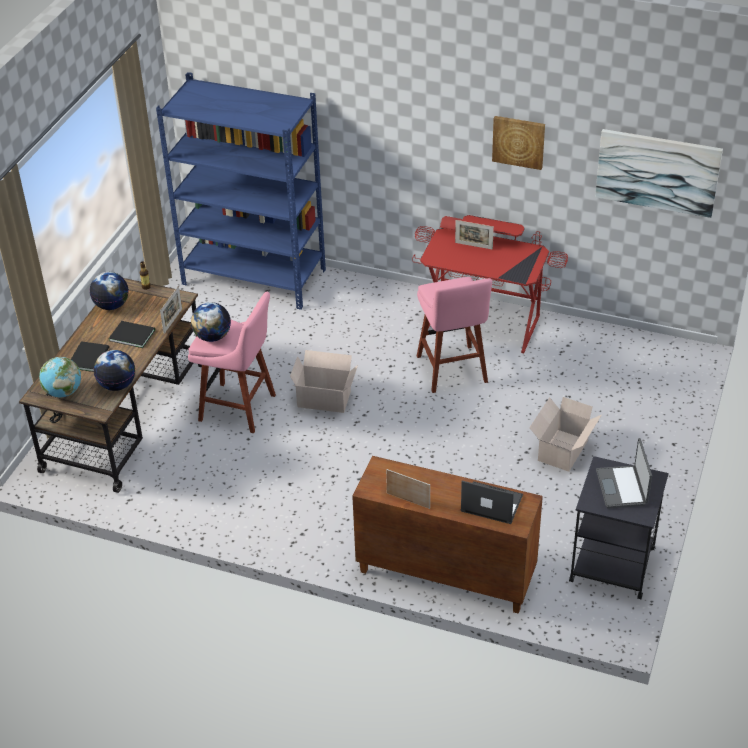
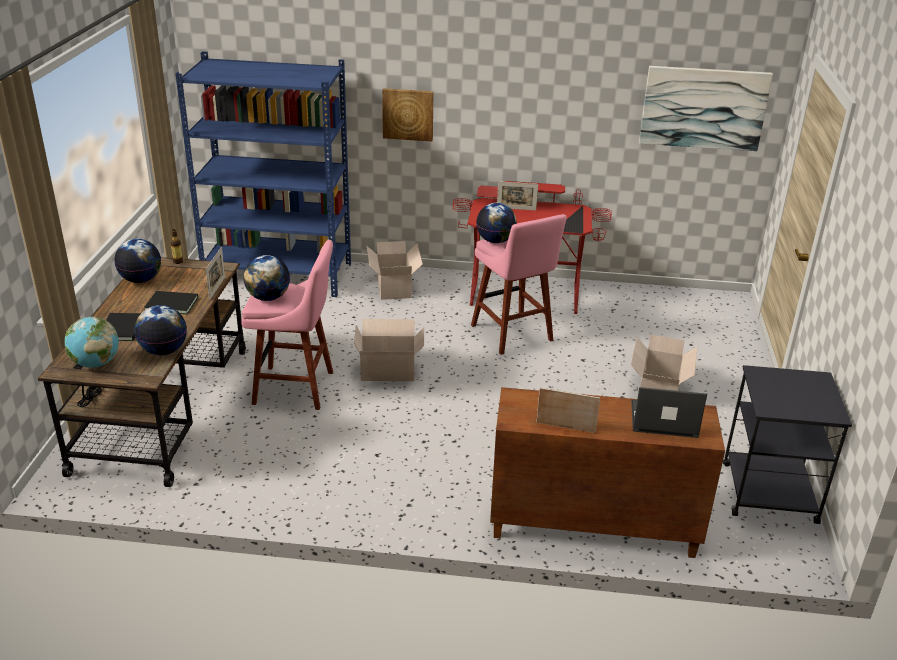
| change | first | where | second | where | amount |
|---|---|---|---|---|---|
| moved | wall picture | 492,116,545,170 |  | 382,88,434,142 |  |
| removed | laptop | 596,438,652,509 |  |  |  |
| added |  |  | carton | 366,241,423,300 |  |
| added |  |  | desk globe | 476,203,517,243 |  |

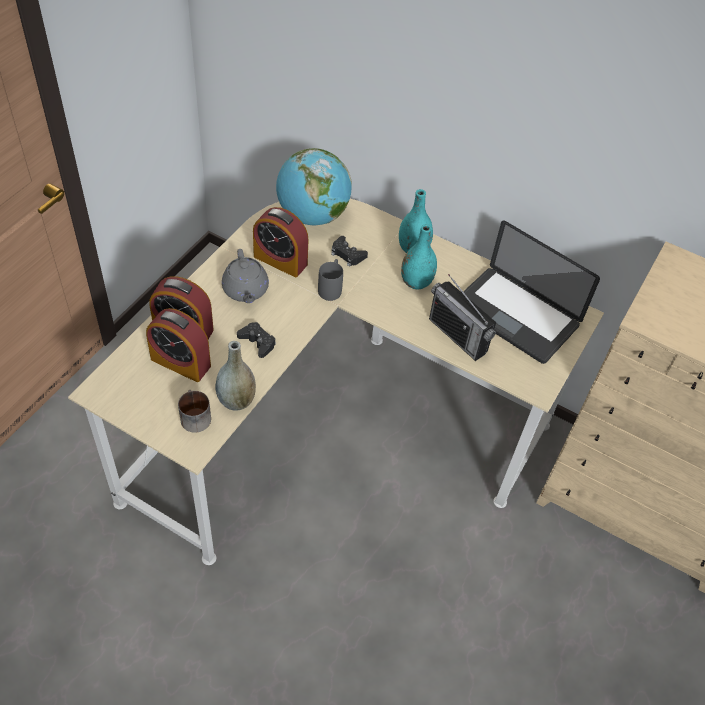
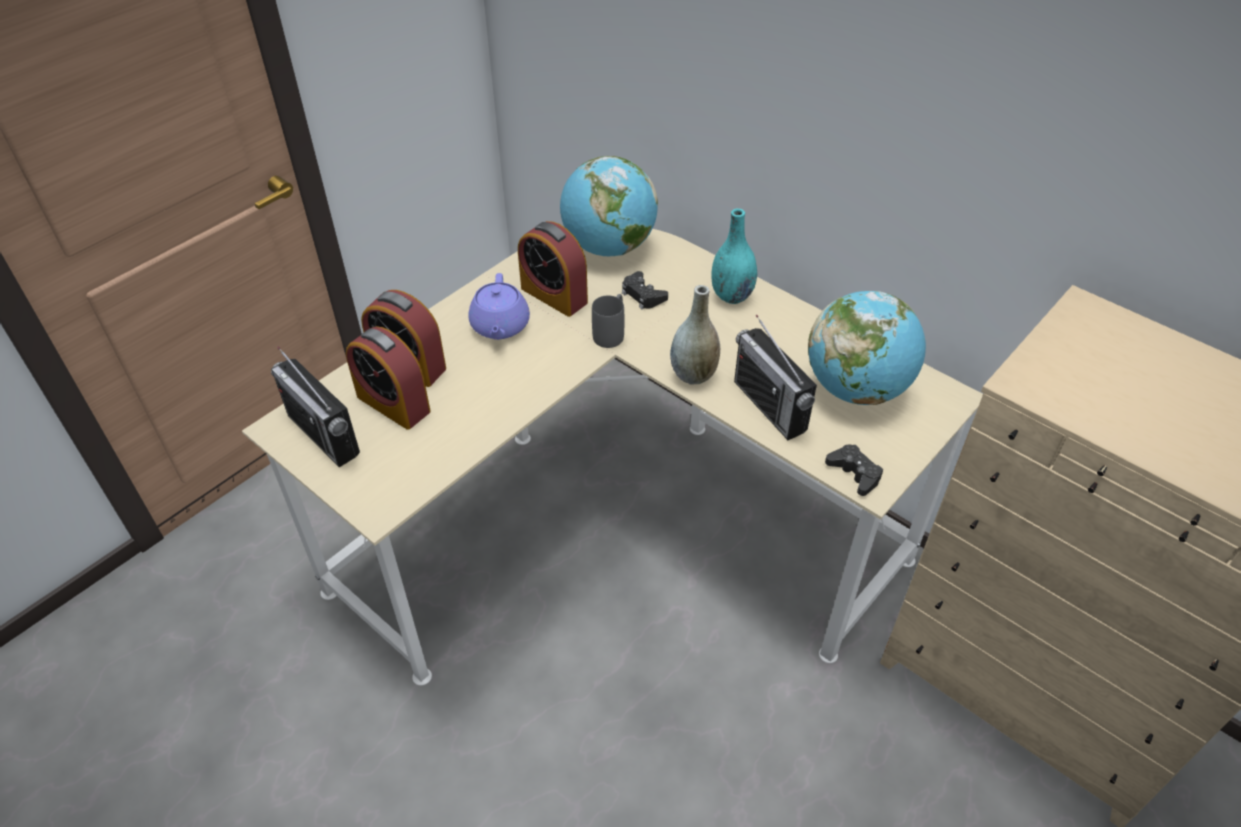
| change | first | where | second | where | amount |
|---|---|---|---|---|---|
| removed | tea mug | 178,390,211,433 |  |  |  |
| moved | vase/gray | 216,341,256,411 |  | 670,285,720,385 |  |
| recoloured | teapot/gray | 222,249,269,303 | teapot/purple | 469,273,530,340 |  |
| moved | game controller/black | 237,322,276,358 |  | 825,445,883,496 |  |
| removed | vase/blue-green | 401,224,437,289 |  |  |  |
| replaced | laptop | 463,221,600,364 | desk globe | 808,291,926,405 |  |
| added |  |  | radio set | 271,346,360,467 |  |

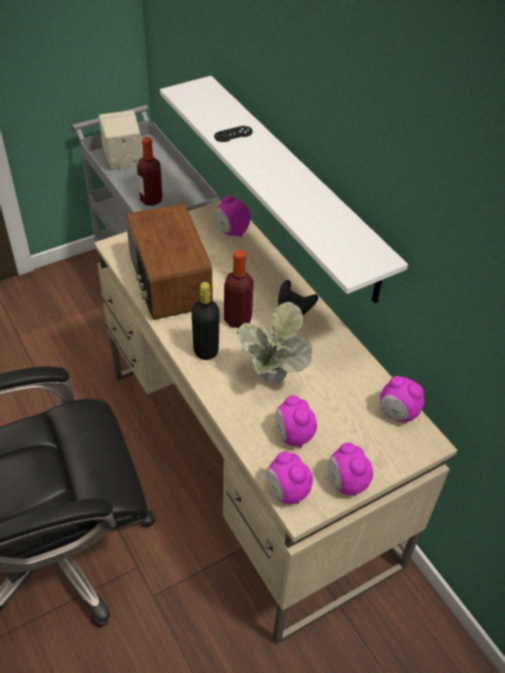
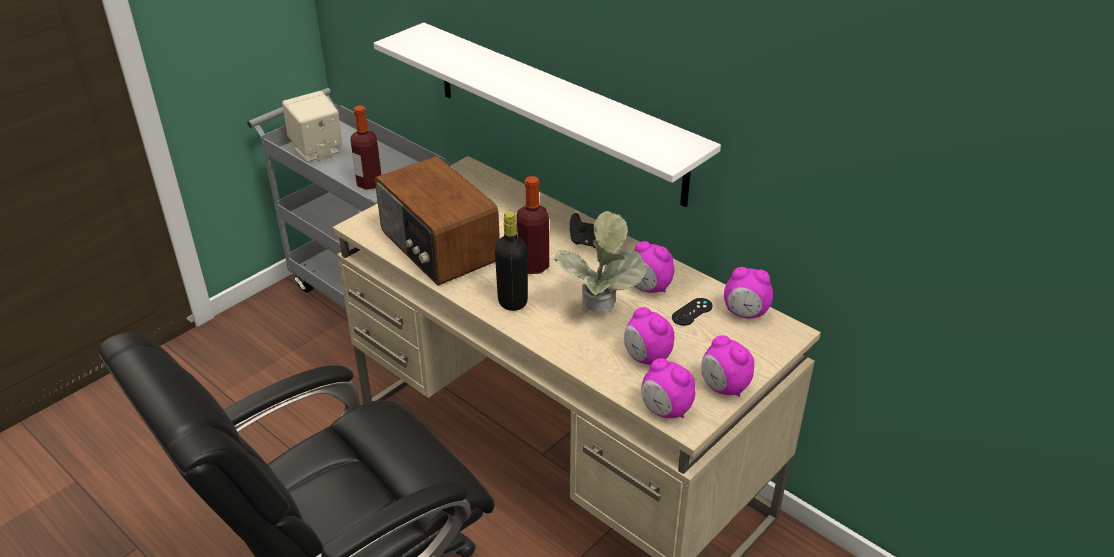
| change | first | where | second | where | amount |
|---|---|---|---|---|---|
| moved | game controller/black | 214,126,253,142 |  | 672,298,712,326 |  |
| moved | bedside clock | 216,196,250,238 |  | 635,241,675,293 |  |

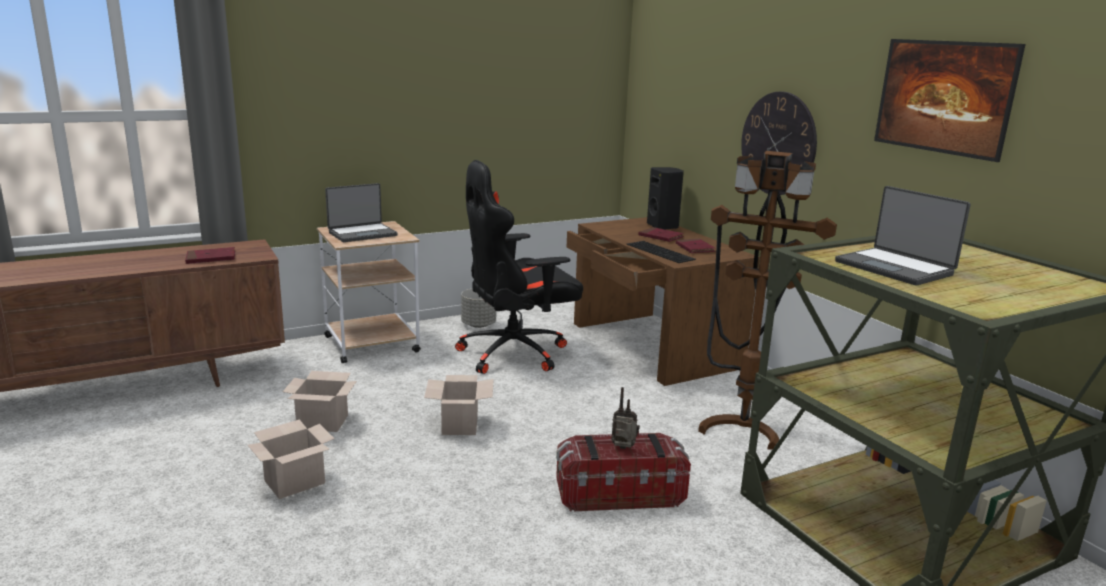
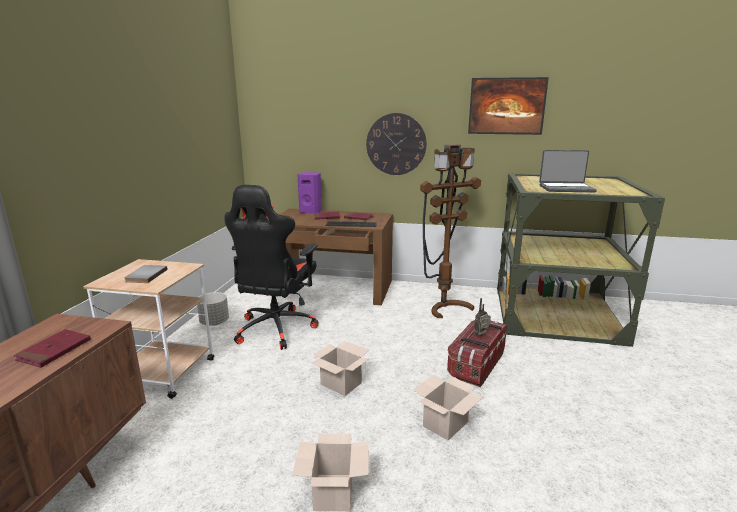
| change | first | where | second | where | amount |
|---|---|---|---|---|---|
| moved | carton | 283,371,357,432 |  | 413,374,483,441 |  |
| replaced | laptop | 325,183,398,242 | bound book/gray | 124,265,167,283 |  |
| recoloured | audio speaker/black | 647,167,684,230 | audio speaker/purple | 297,172,322,214 |  |

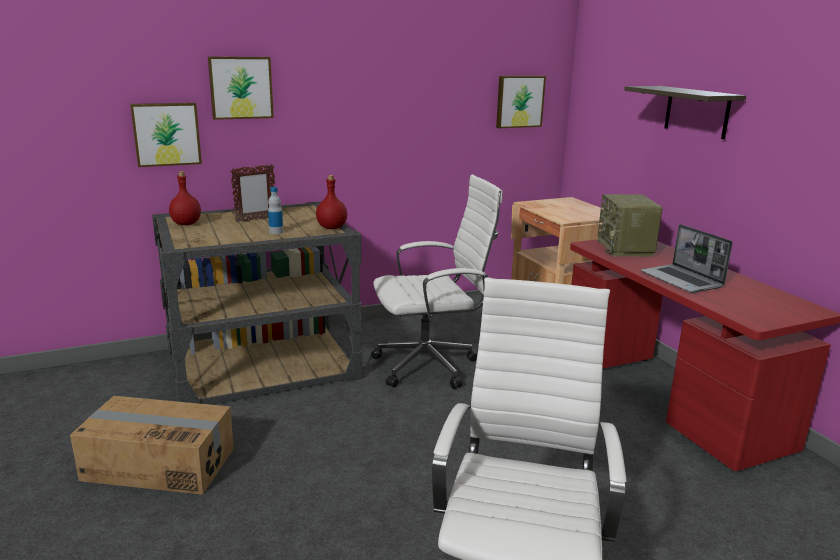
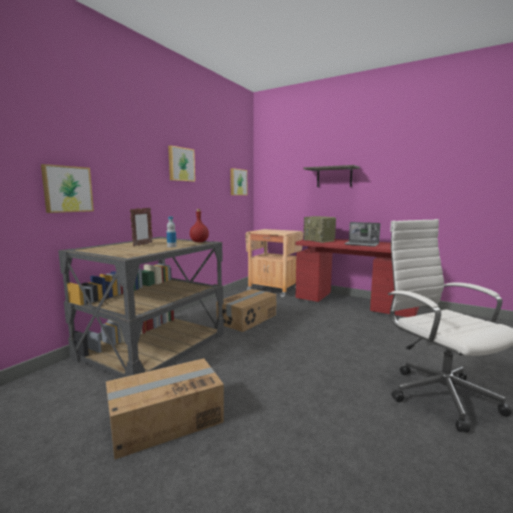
| change | first | where | second | where | amount |
|---|---|---|---|---|---|
| removed | drink bottle/red | 169,171,201,225 |  |  |  |
| moved | wall picture | 208,56,274,120 |  | 168,146,195,182 |  |
| replaced | office chair/whitish | 371,175,503,389 | carton | 216,289,277,332 |  |

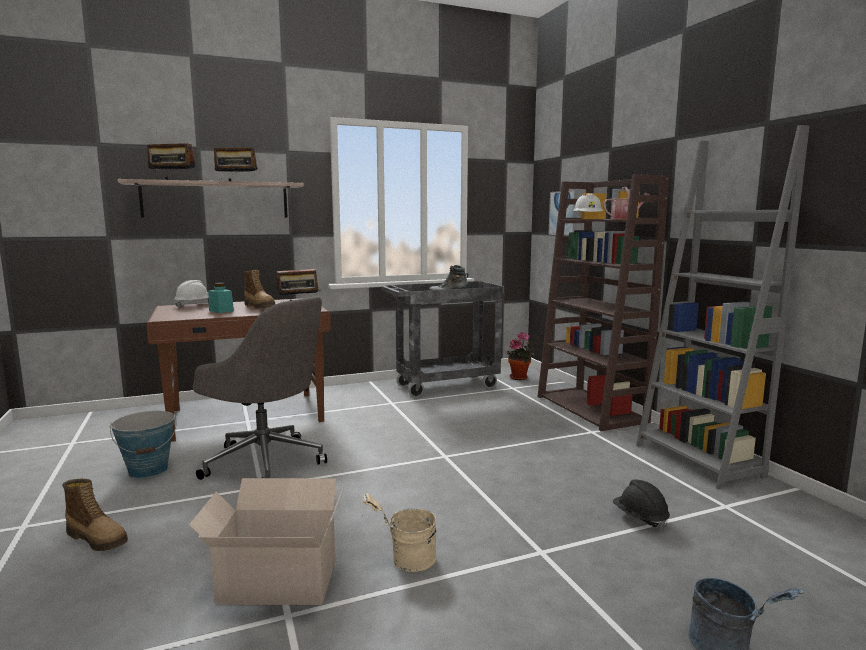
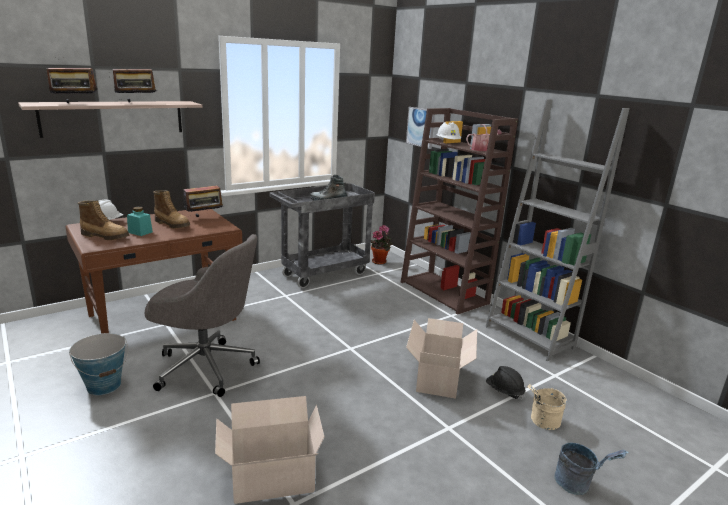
| change | first | where | second | where | amount |
|---|---|---|---|---|---|
| moved | high-top boot | 62,479,128,551 |  | 78,200,129,240 |  |
| moved | pail/beige | 362,493,436,572 |  | 527,384,567,430 |  |
| added |  |  | carton | 406,318,477,399 |  |

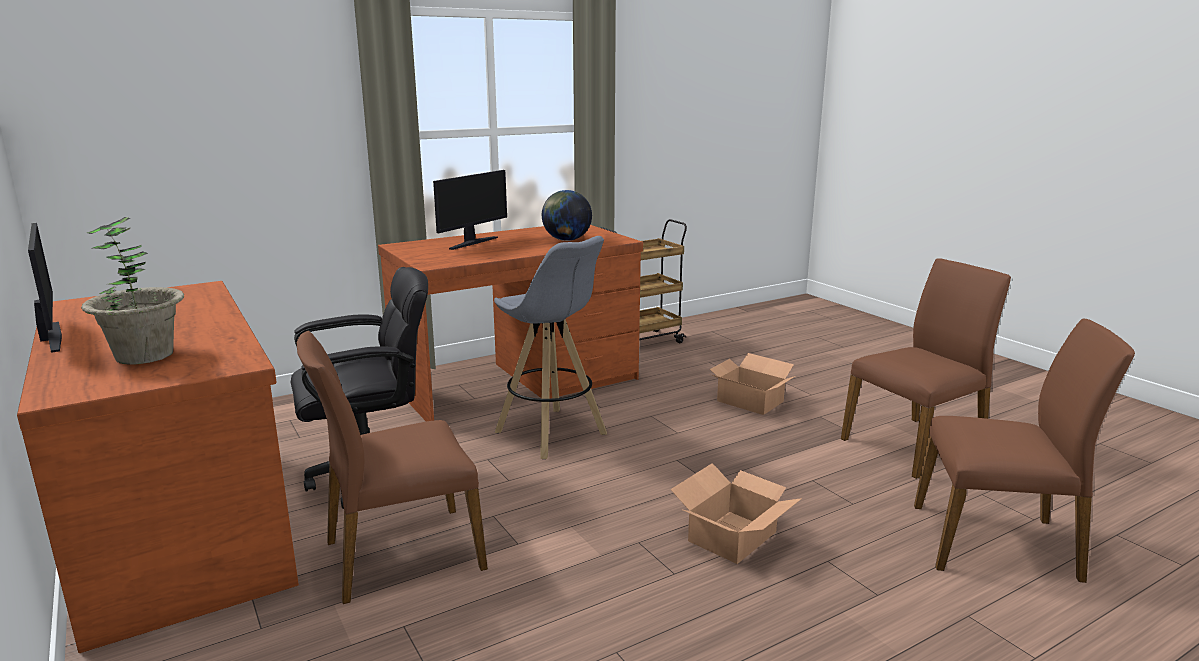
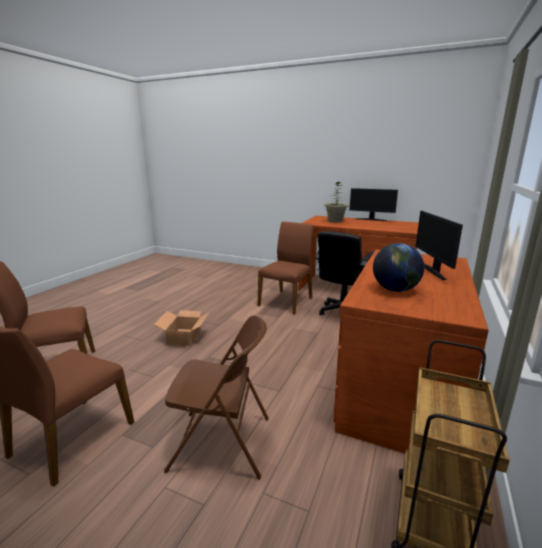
| change | first | where | second | where | amount |
|---|---|---|---|---|---|
| removed | stool seat/gray | 494,236,607,459 |  |  |  |
| replaced | carton | 710,353,795,415 | upright chair/brownish | 164,316,269,480 |  |

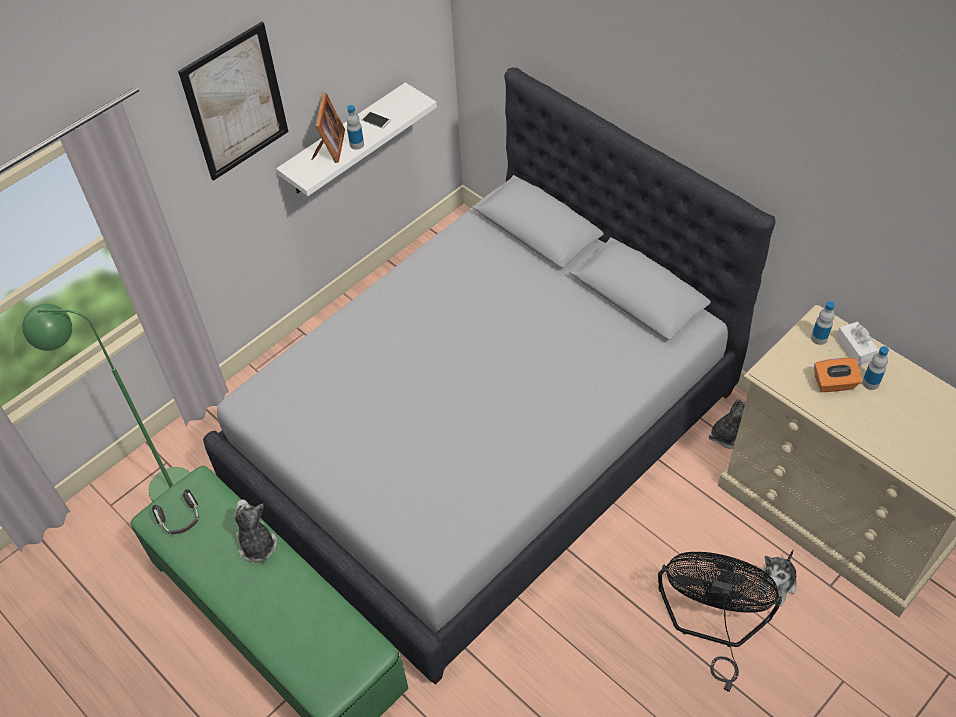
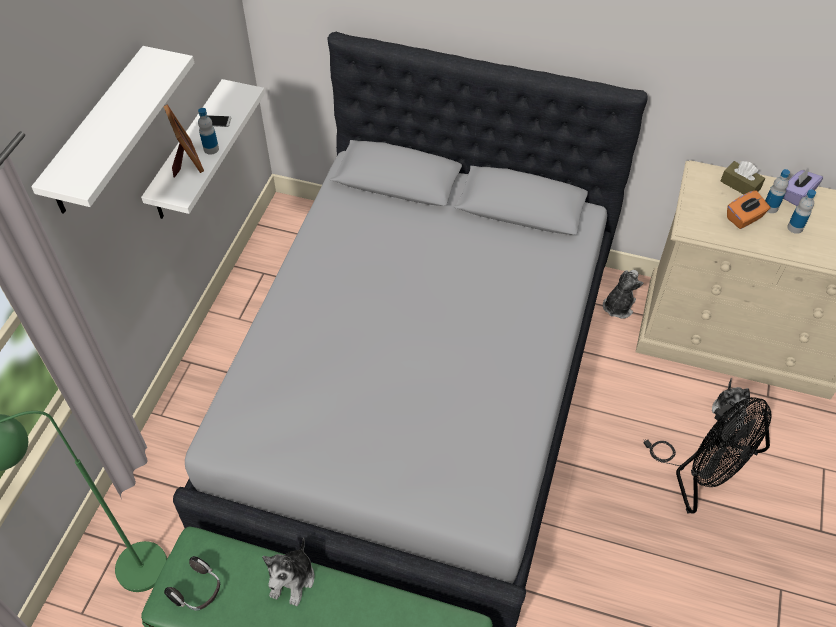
| change | first | where | second | where | amount |
|---|---|---|---|---|---|
| replaced | wall picture | 178,22,289,181 | shelf/whitish | 31,46,194,214 |  |
| turned | plush toy | 235,499,277,562 |  | 262,537,314,606 | 105 degrees counterclockwise |
| turned | fan/black | 658,552,782,693 |  | 643,397,772,514 | 150 degrees clockwise |
| moved | drink bottle | 811,301,835,345 |  | 787,189,816,234 |  |
| recoloured | box of tissues/whitish | 836,322,879,366 | box of tissues/brownish | 721,161,765,194 |  |
| added |  |  | box of tissues/purple | 783,169,823,206 |  |

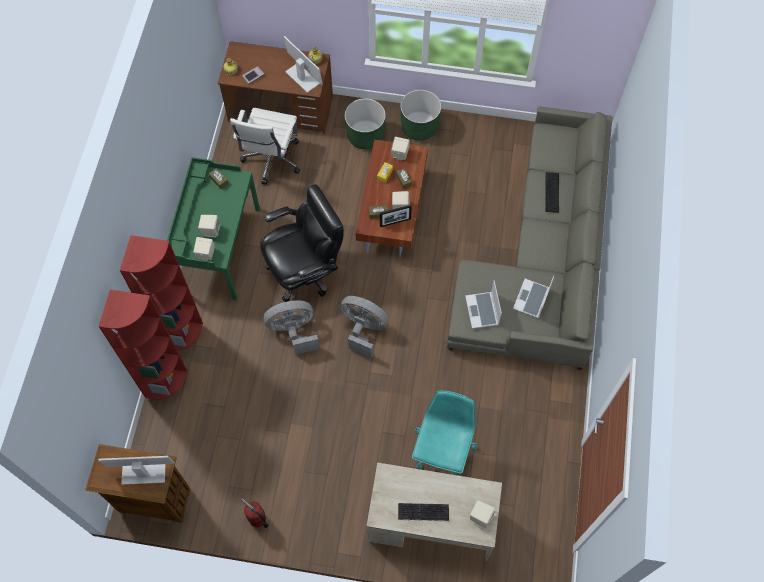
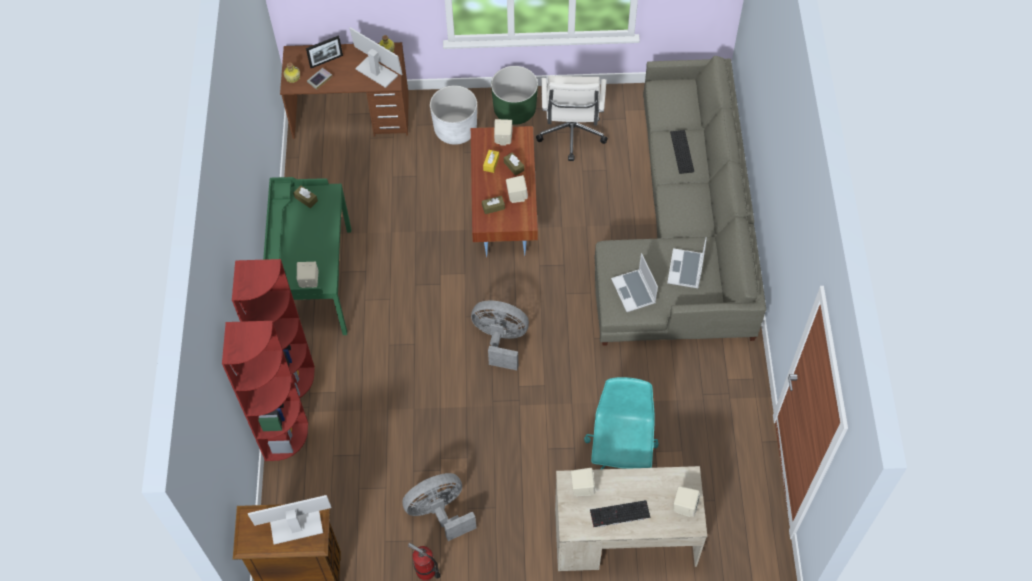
| change | first | where | second | where | amount |
|---|---|---|---|---|---|
| moved | audio speaker/beige | 198,215,221,238 |  | 571,468,595,496 |  |
| moved | office chair/whitish | 230,108,301,185 |  | 536,76,608,161 |  |
| removed | office chair/black | 260,184,344,302 |  |  |  |
| moved | fan/gray | 264,300,320,355 |  | 402,473,476,541 |  |
| recoloured | flower pot/greenish | 345,98,386,150 | flower pot/whitish | 430,85,477,145 |  |
| moved | picture frame | 380,205,412,227 |  | 306,35,343,68 |  |

